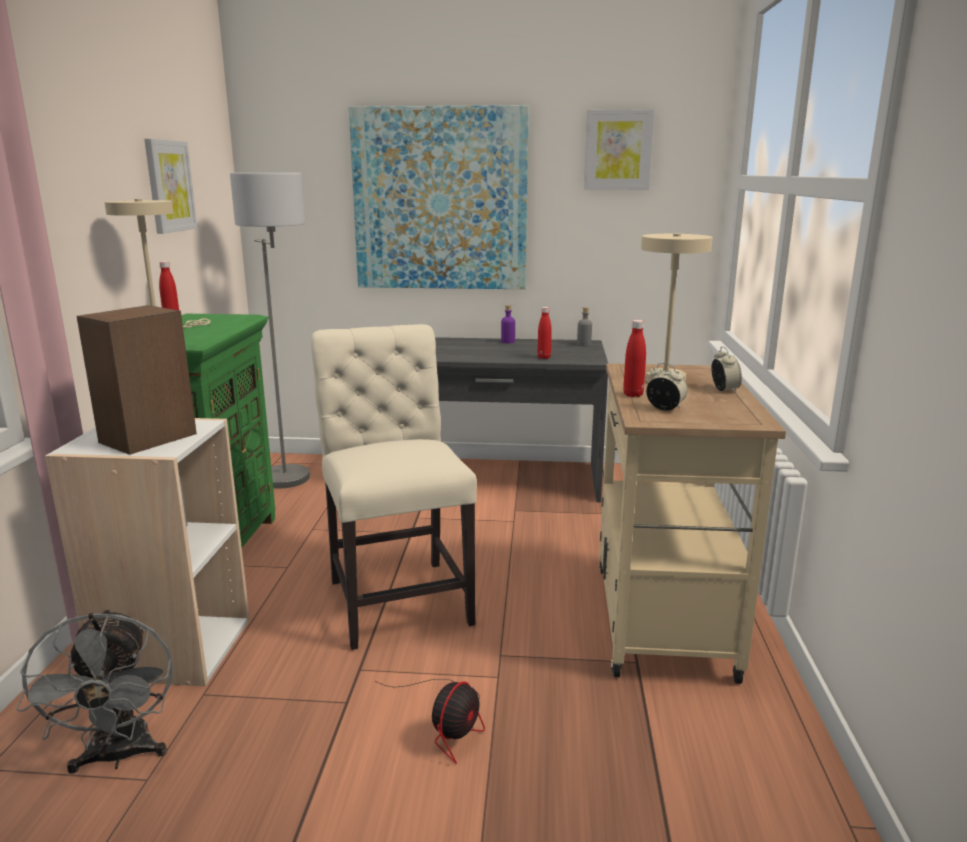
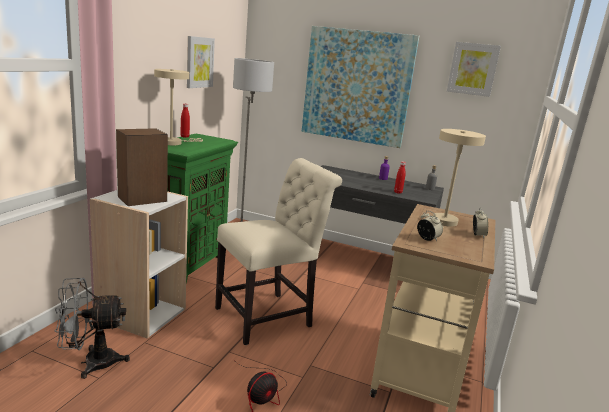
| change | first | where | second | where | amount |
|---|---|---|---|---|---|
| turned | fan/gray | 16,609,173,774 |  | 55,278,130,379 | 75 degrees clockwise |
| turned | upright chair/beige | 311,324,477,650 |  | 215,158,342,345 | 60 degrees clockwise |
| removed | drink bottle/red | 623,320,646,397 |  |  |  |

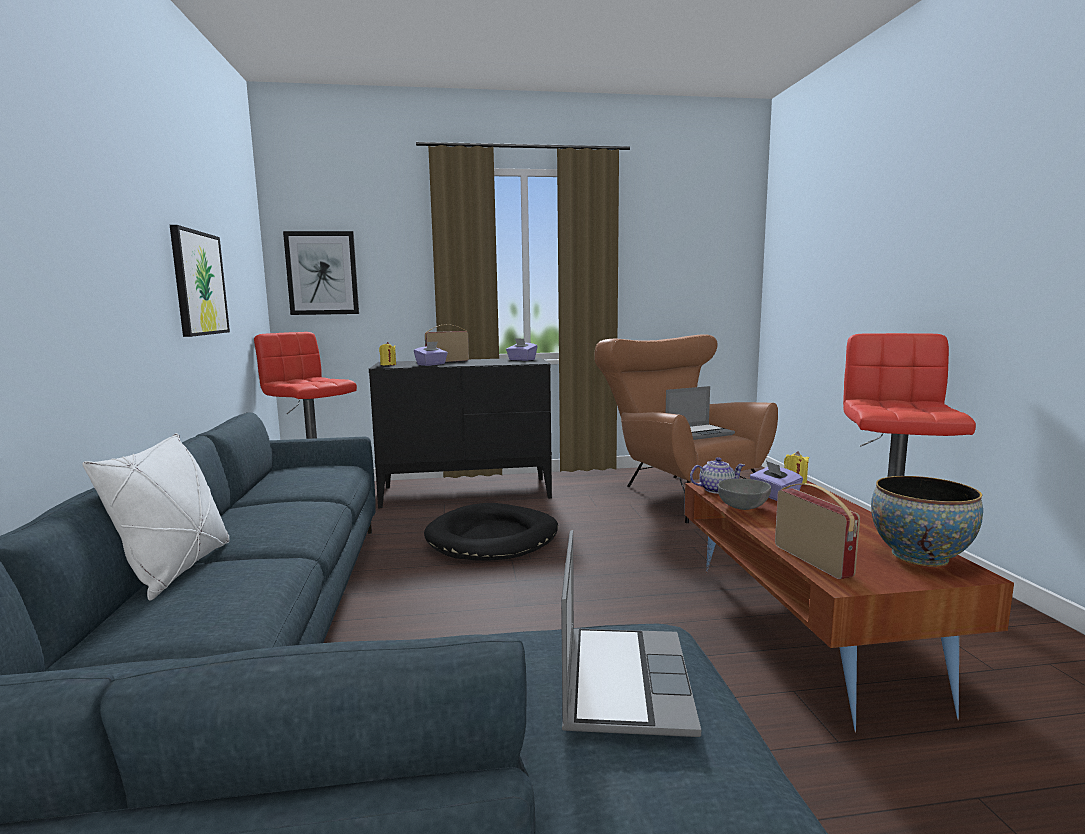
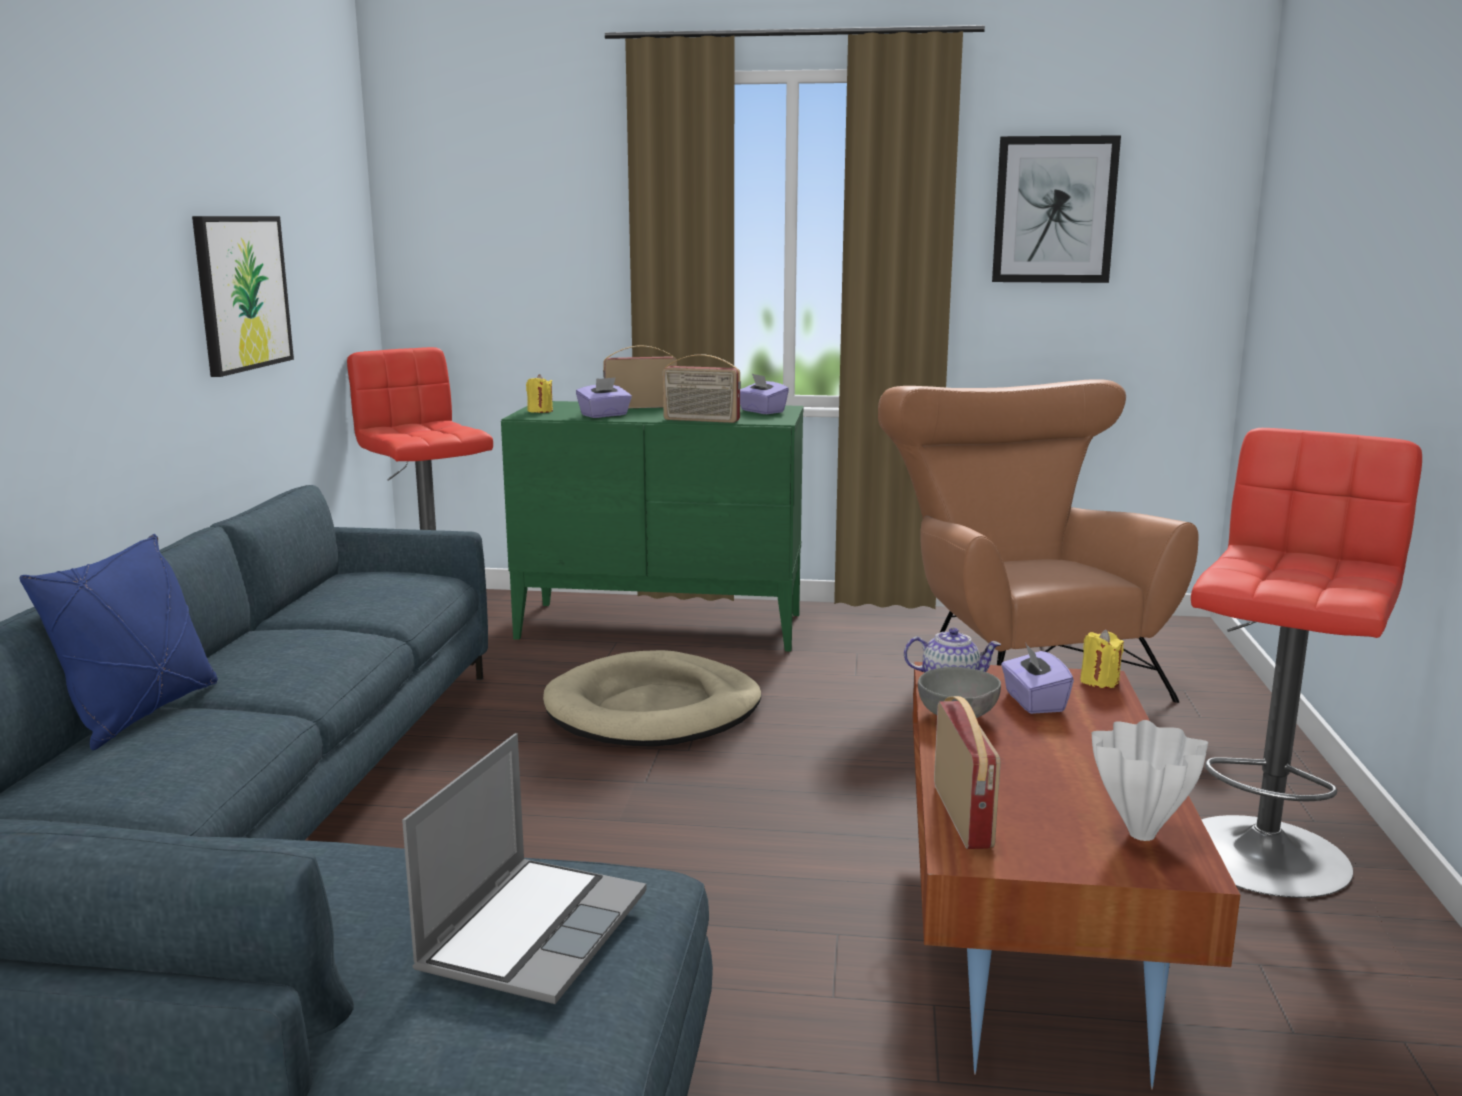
| change | first | where | second | where | amount |
|---|---|---|---|---|---|
| recoloured | throw pillow/whitish | 82,433,230,601 | throw pillow/blue | 19,534,218,750 |  |
| moved | wall picture | 283,231,359,315 |  | 992,135,1121,283 |  |
| recoloured | cabinet/black | 369,358,552,508 | cabinet/greenish | 501,401,804,652 |  |
| recoloured | dog cushion/black | 424,503,558,561 | dog cushion/beige | 543,650,761,747 |  |
| removed | laptop | 666,386,735,440 |  |  |  |
| replaced | deep dish | 871,476,983,567 | vase/whitish | 1092,720,1208,841 |  |
| added |  |  | radio set | 663,354,741,423 |  |

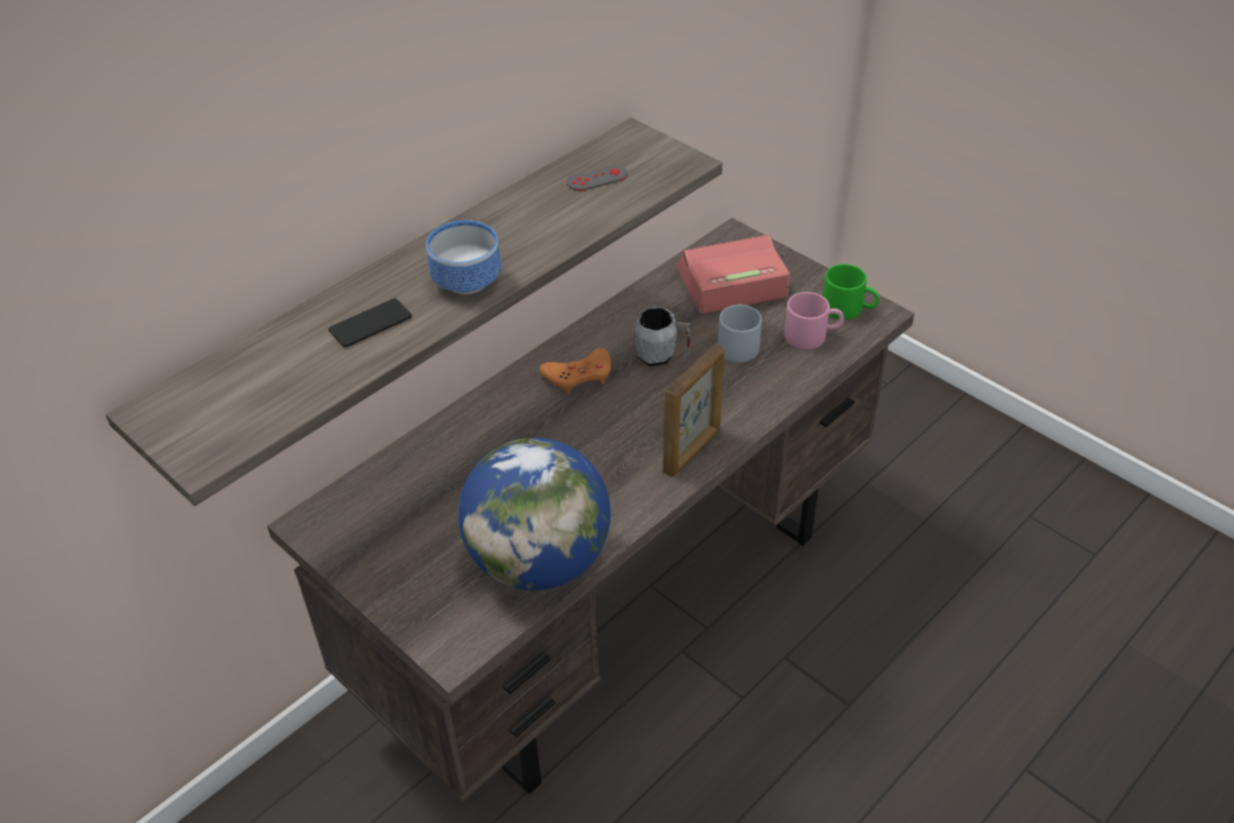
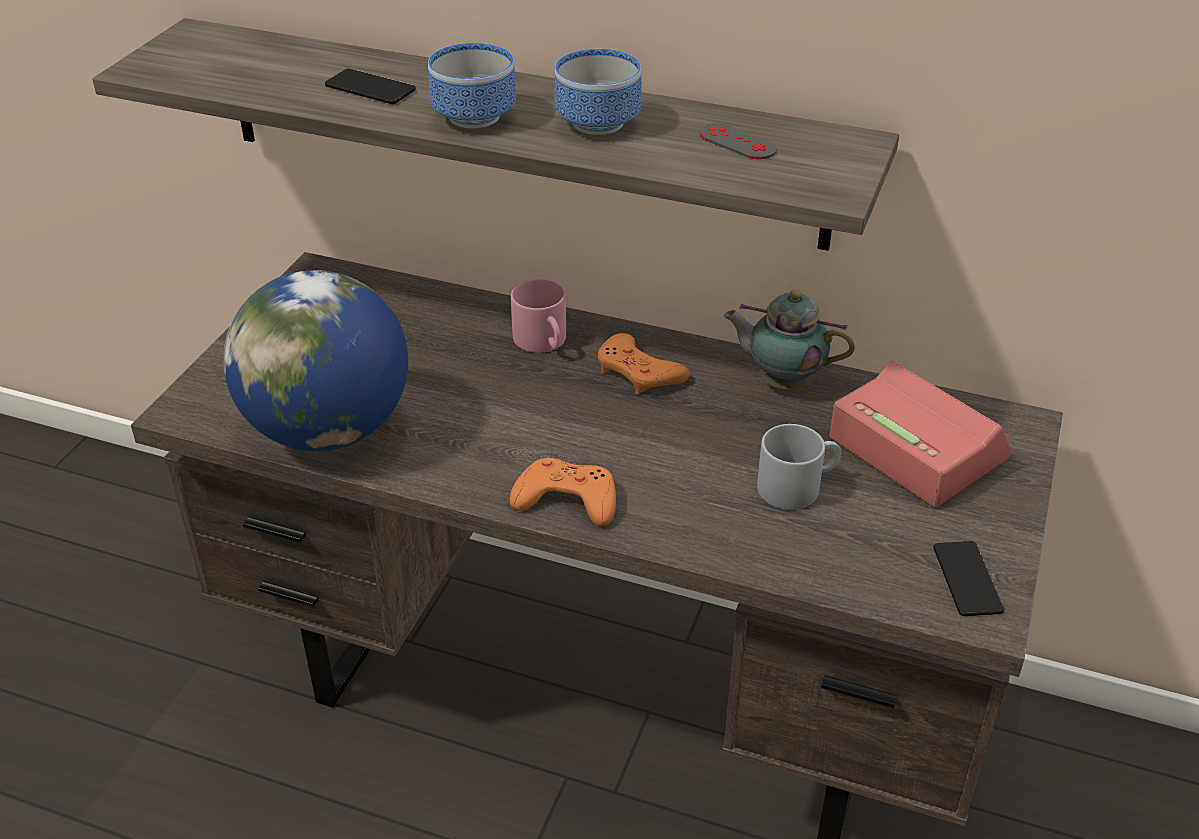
| change | first | where | second | where | amount |
|---|---|---|---|---|---|
| removed | tea mug/gray | 634,307,691,366 |  |  |  |
| replaced | picture frame | 663,343,724,477 | game controller/orange | 510,458,616,526 |  |
| moved | tea mug/pink-coloured | 784,292,844,349 |  | 511,279,566,353 |  |
| replaced | tea mug/greenish | 823,264,879,320 | handset | 933,541,1005,616 |  |
| added |  |  | deep dish | 555,49,642,135 |  |
| added |  |  | teapot | 724,289,855,389 |  |

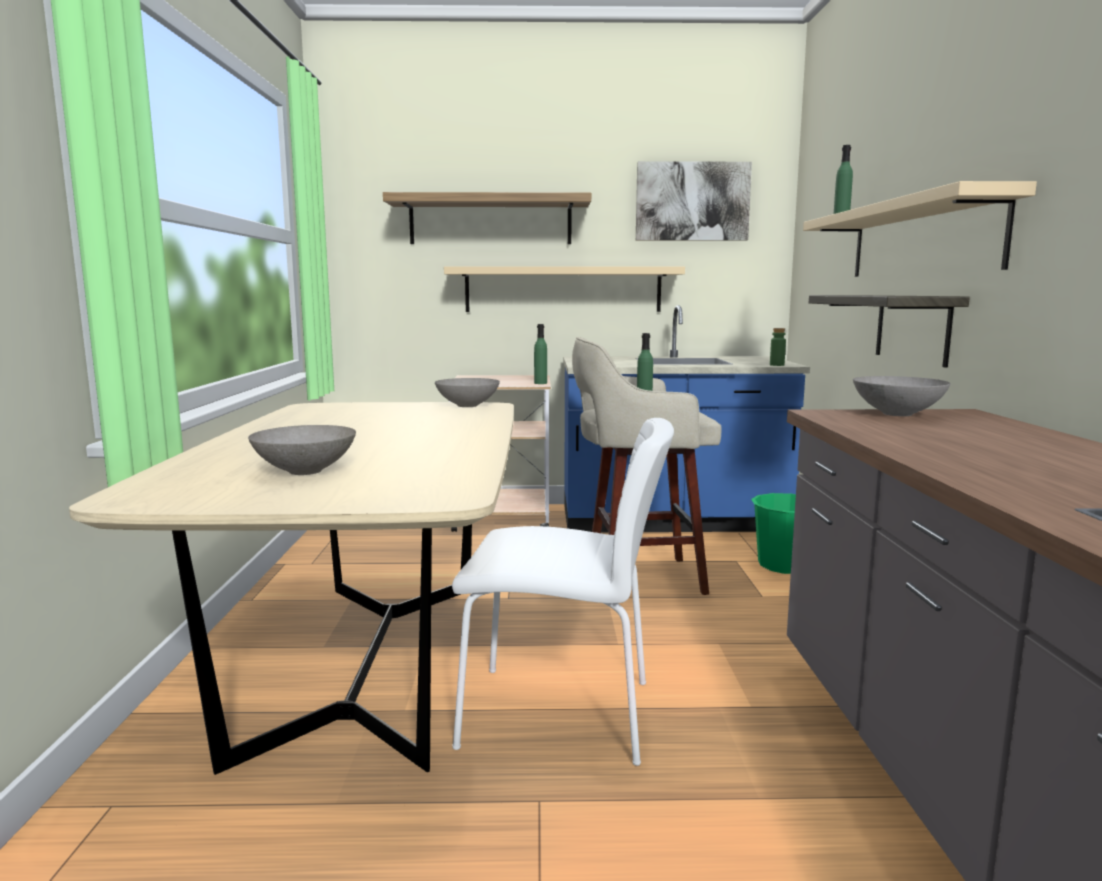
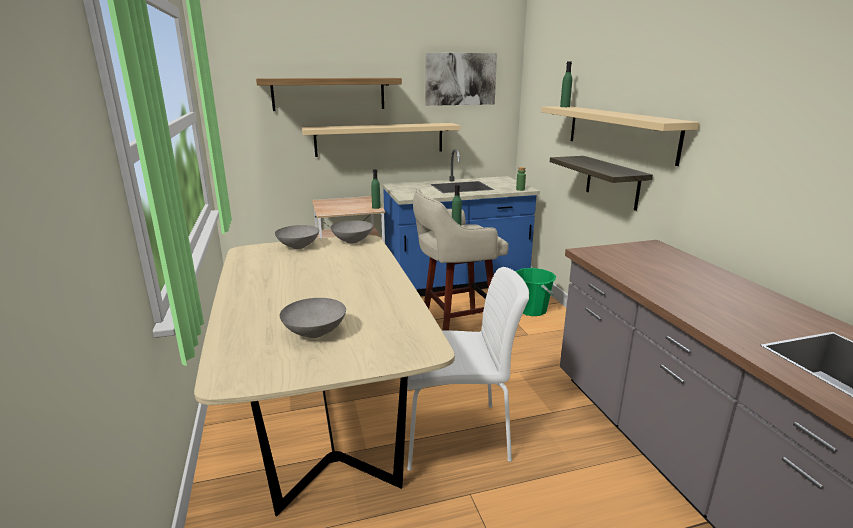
| change | first | where | second | where | amount |
|---|---|---|---|---|---|
| moved | deep dish/gray | 853,376,951,416 |  | 275,225,319,249 |  |

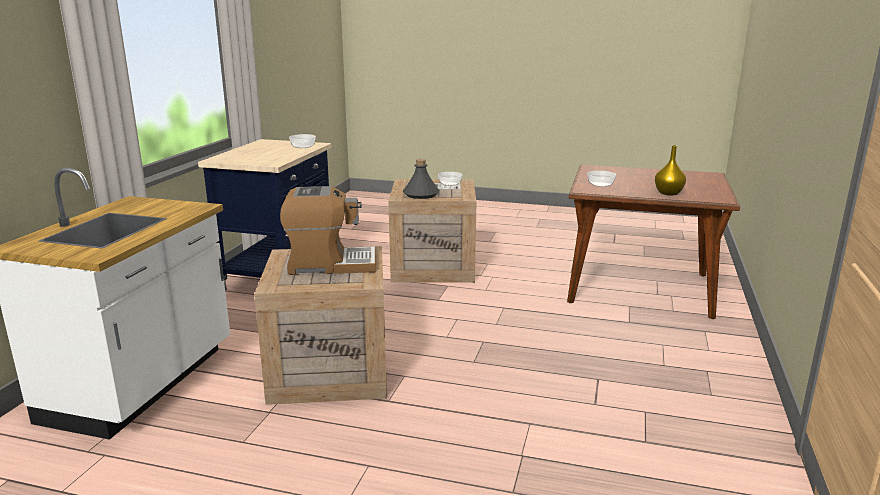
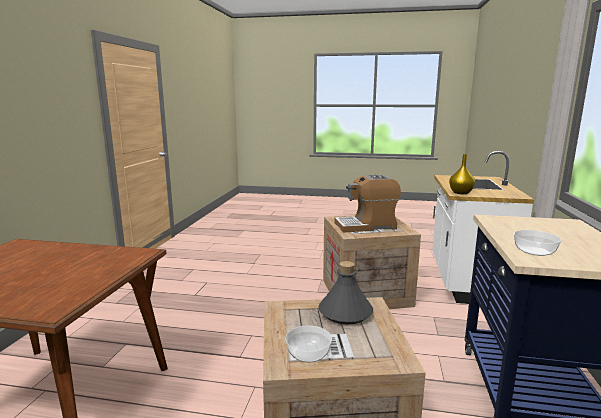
| change | first | where | second | where | amount |
|---|---|---|---|---|---|
| removed | deep dish | 587,171,616,187 |  |  |  |
| moved | vase/yellow-coloured | 655,145,686,196 |  | 449,154,475,194 |  |

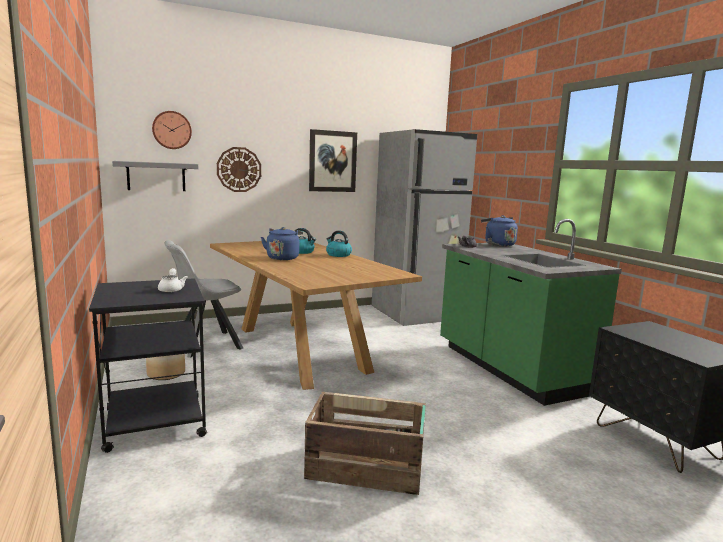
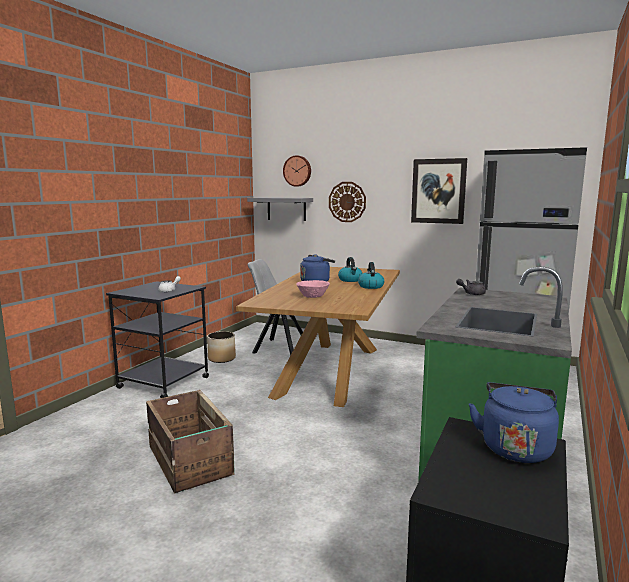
| change | first | where | second | where | amount |
|---|---|---|---|---|---|
| moved | water kettle/blue | 481,215,518,246 |  | 469,382,559,463 |  |
| added |  |  | deep dish/pink-coloured | 296,280,330,298 |  |

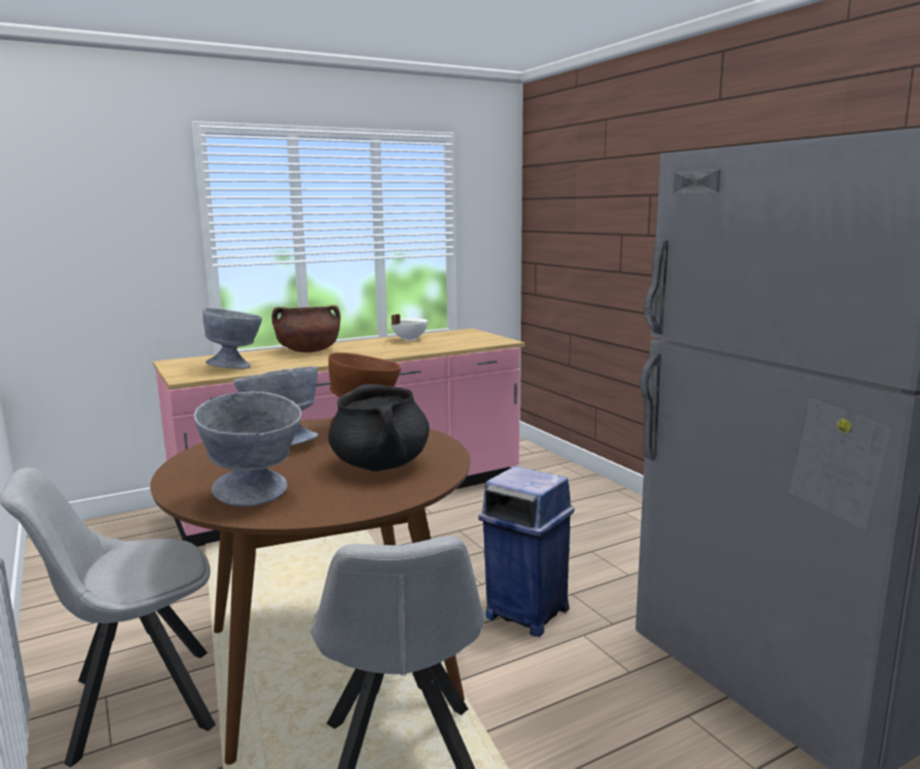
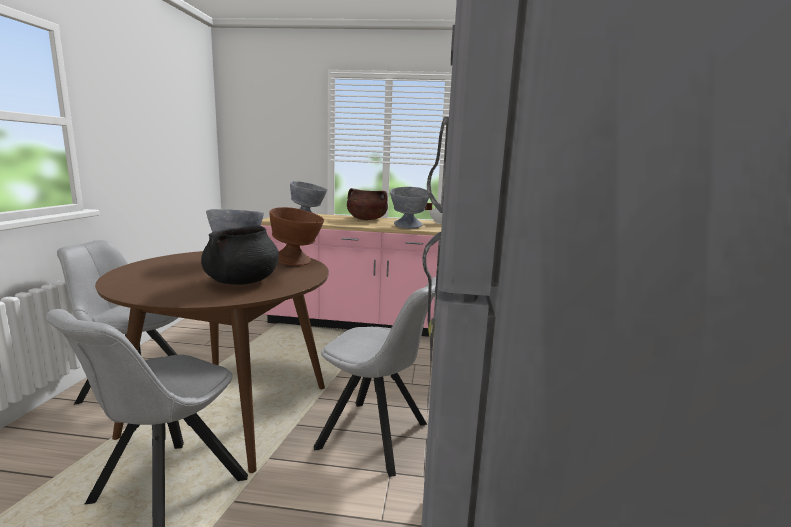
| change | first | where | second | where | amount |
|---|---|---|---|---|---|
| moved | deep dish/gray | 194,391,302,506 |  | 390,187,429,229 |  |
| replaced | waste bin/blue | 478,466,575,637 | upright chair/gray | 314,277,436,477 |  |

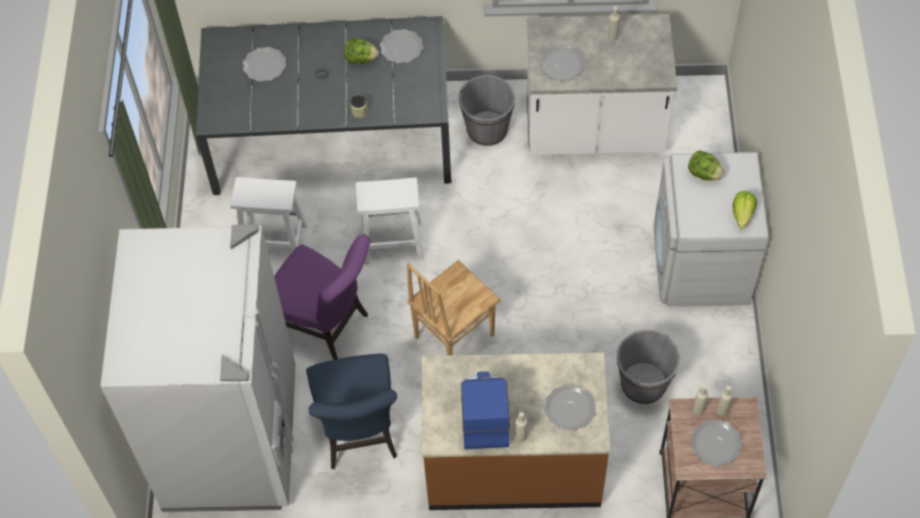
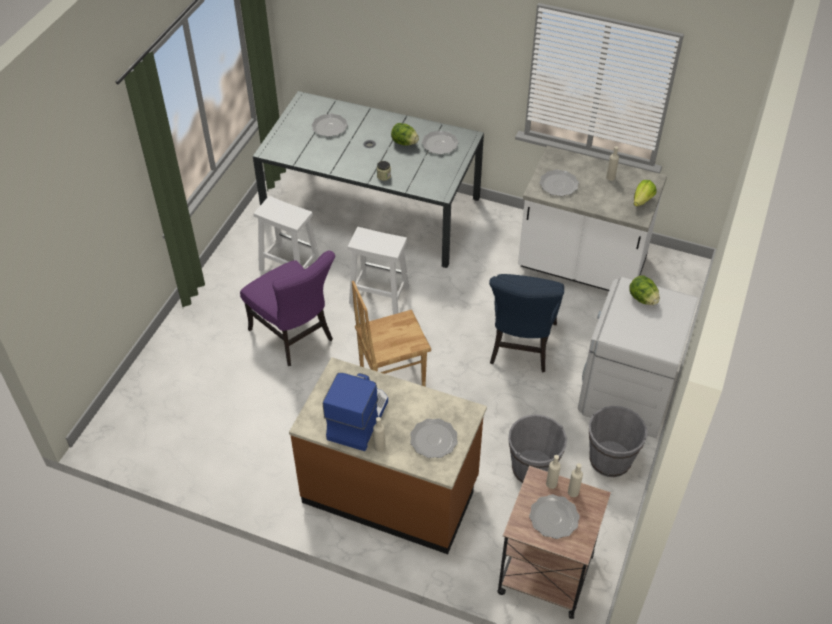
| change | first | where | second | where | amount |
|---|---|---|---|---|---|
| removed | fridge/whitish | 101,224,296,512 |  |  |  |
| moved | upright chair/blue | 306,354,397,470 |  | 489,274,564,372 |  |
| moved | pail/gray | 459,75,515,146 |  | 589,406,647,477 |  |
| moved | lettuce | 732,191,757,229 |  | 634,180,657,207 |  |

